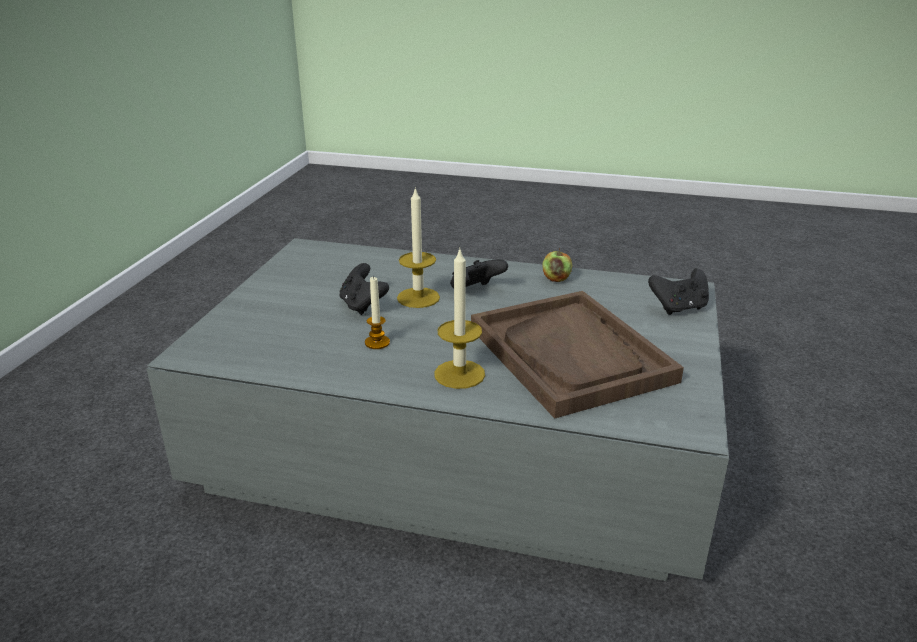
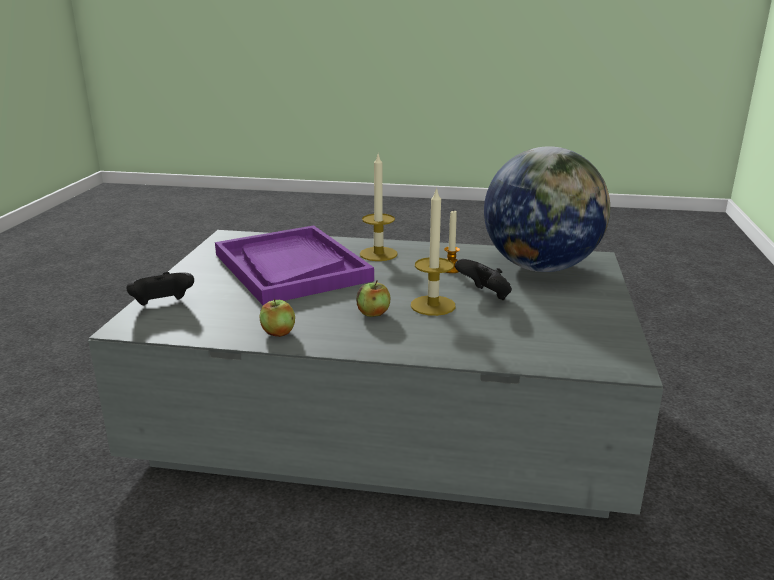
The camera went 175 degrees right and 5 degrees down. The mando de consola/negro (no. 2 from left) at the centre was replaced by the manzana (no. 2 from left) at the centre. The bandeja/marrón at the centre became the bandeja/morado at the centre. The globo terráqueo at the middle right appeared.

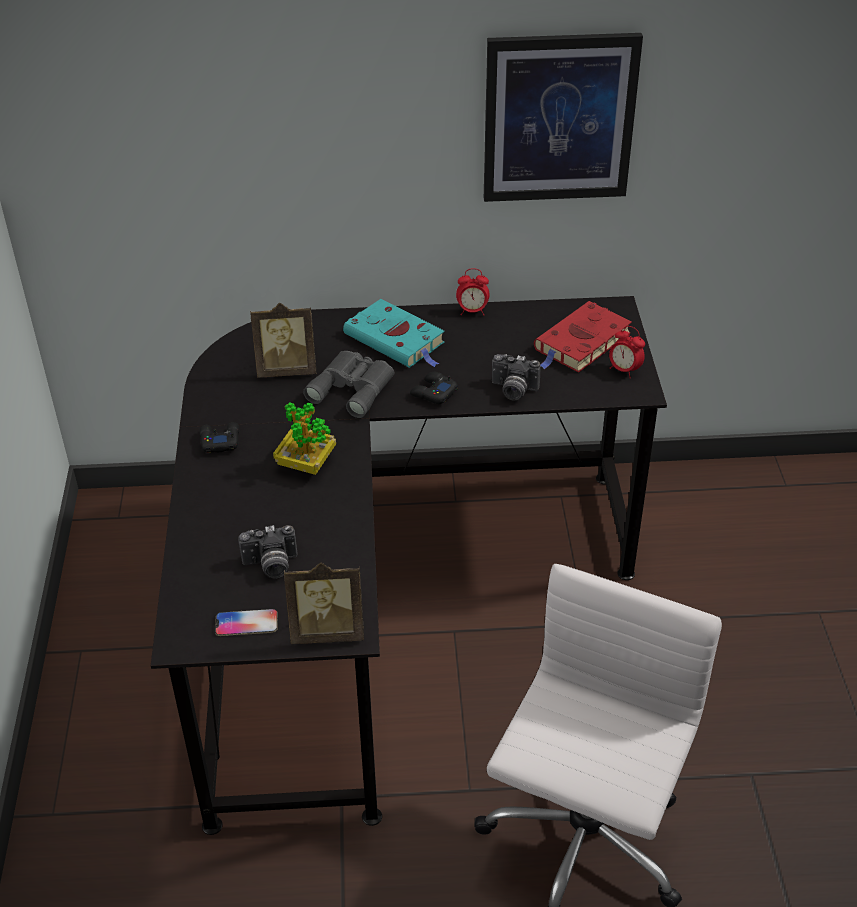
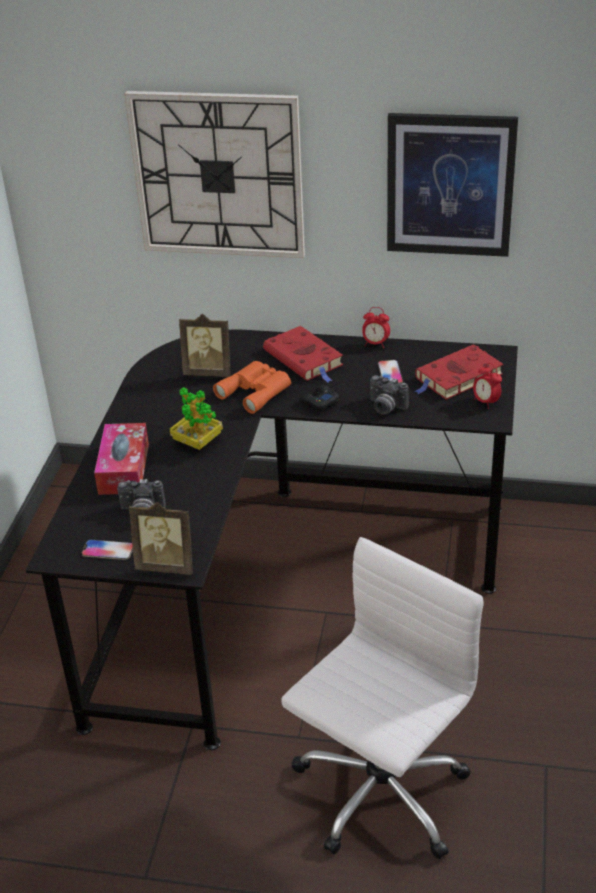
The camera went 15 degrees right and 5 degrees down. The mando de consola/negro (no. 1 from left) at the middle left disappeared. The prismáticos/gris at the centre became the prismáticos/naranja at the centre. The libro/turquesa at the centre became the libro/rojo (no. 1 from left) at the centre. The caja de pañuelos at the middle left appeared. The reloj de pared at the top centre appeared. The móvil (no. 2 from left) at the centre appeared.

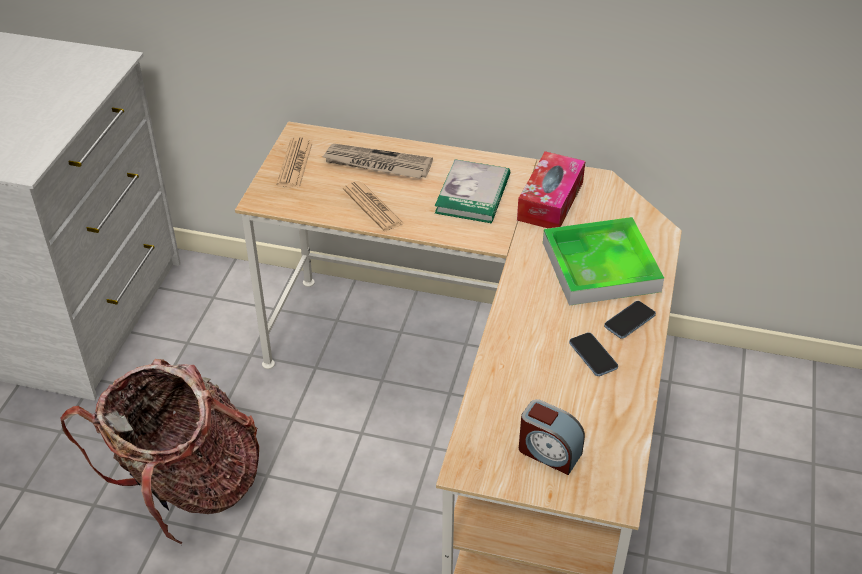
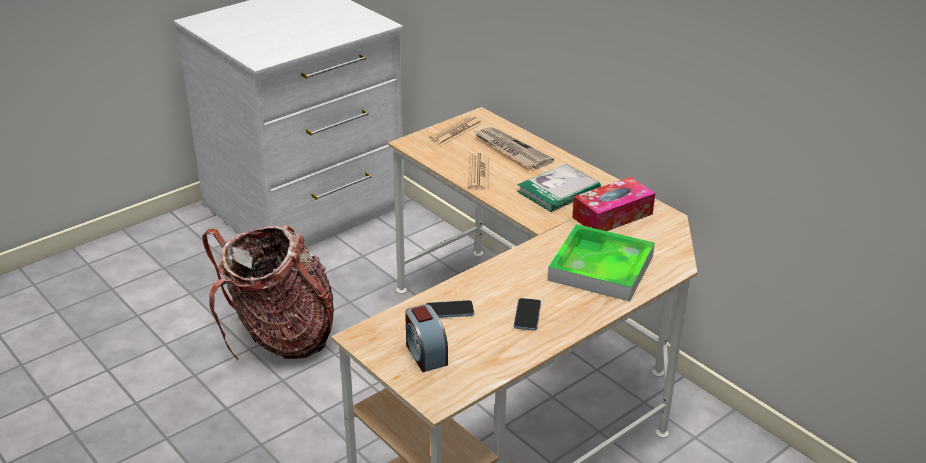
The camera went 35 degrees right and 10 degrees down. The móvil (no. 2 from left in the first image) moved from the middle right to the bottom centre.

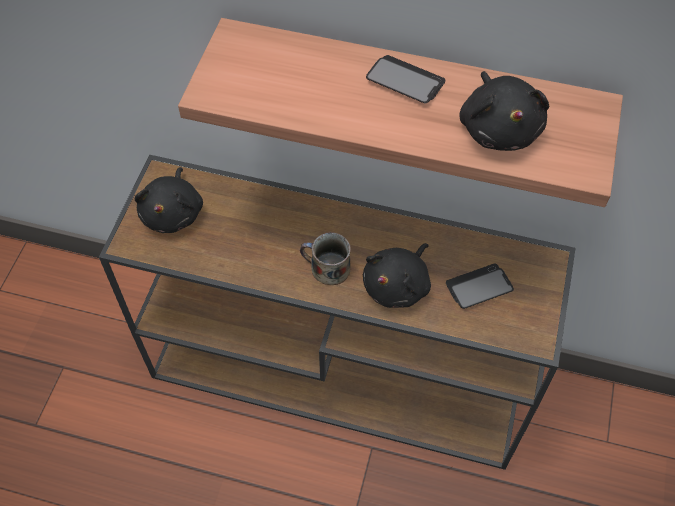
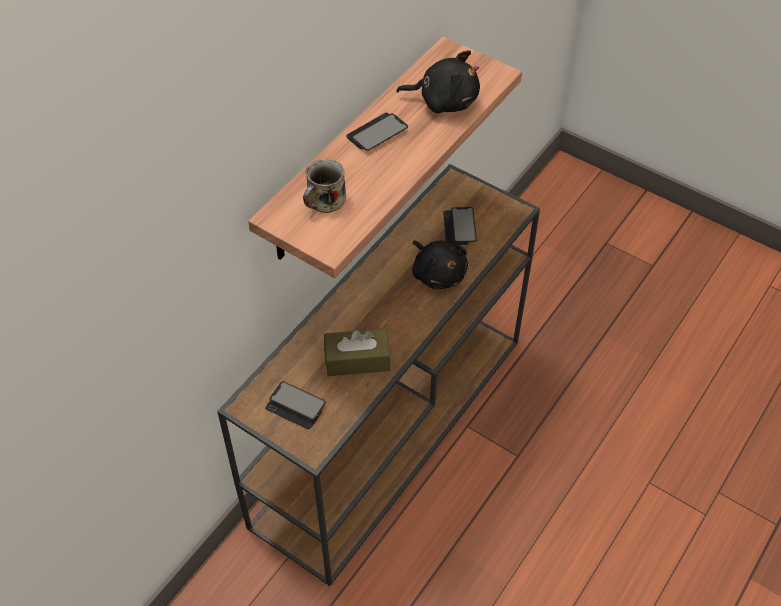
The camera went 70 degrees left and 5 degrees down. The peluche/negro (no. 1 from left) at the middle left was replaced by the móvil (no. 1 from left) at the bottom centre. The taza grande moved from the centre to the top centre. The caja de pañuelos/marrón at the centre appeared.

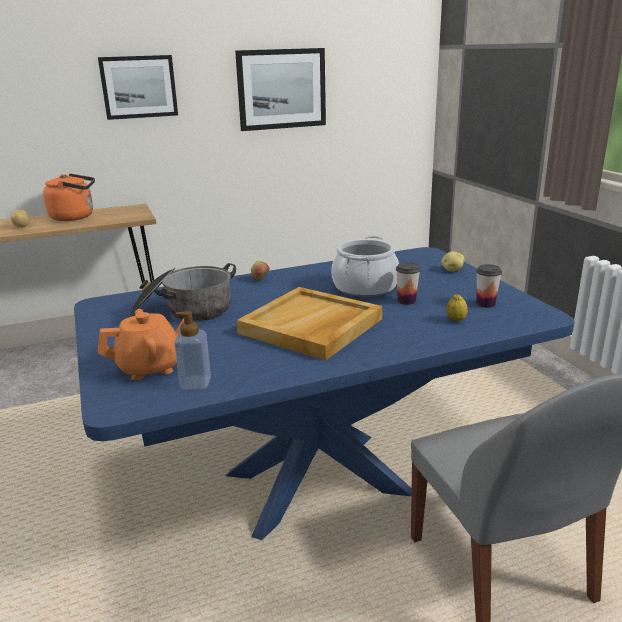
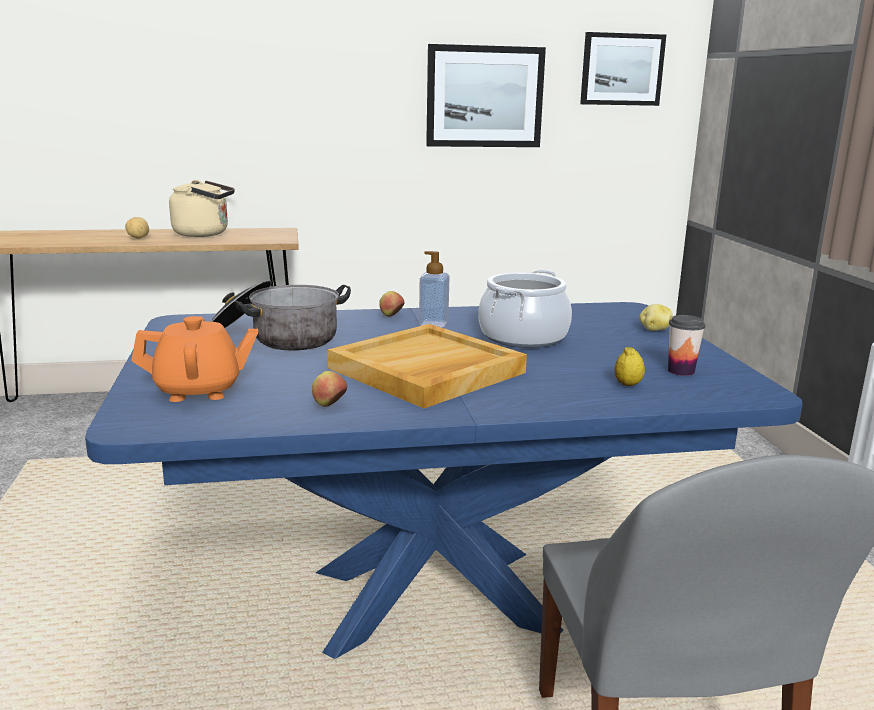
The camera went 10 degrees right and 5 degrees down. The hervidor/naranja at the top left became the hervidor/beis at the top left. The cuadro (no. 1 from left in the first image) moved from the top left to the top right. The dispensador de jabón moved from the middle left to the centre. The taza (no. 1 from left) at the centre disappeared. The manzana (no. 1 from left) at the centre appeared.

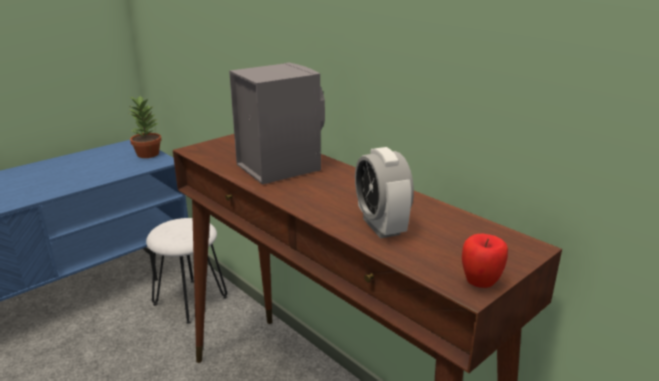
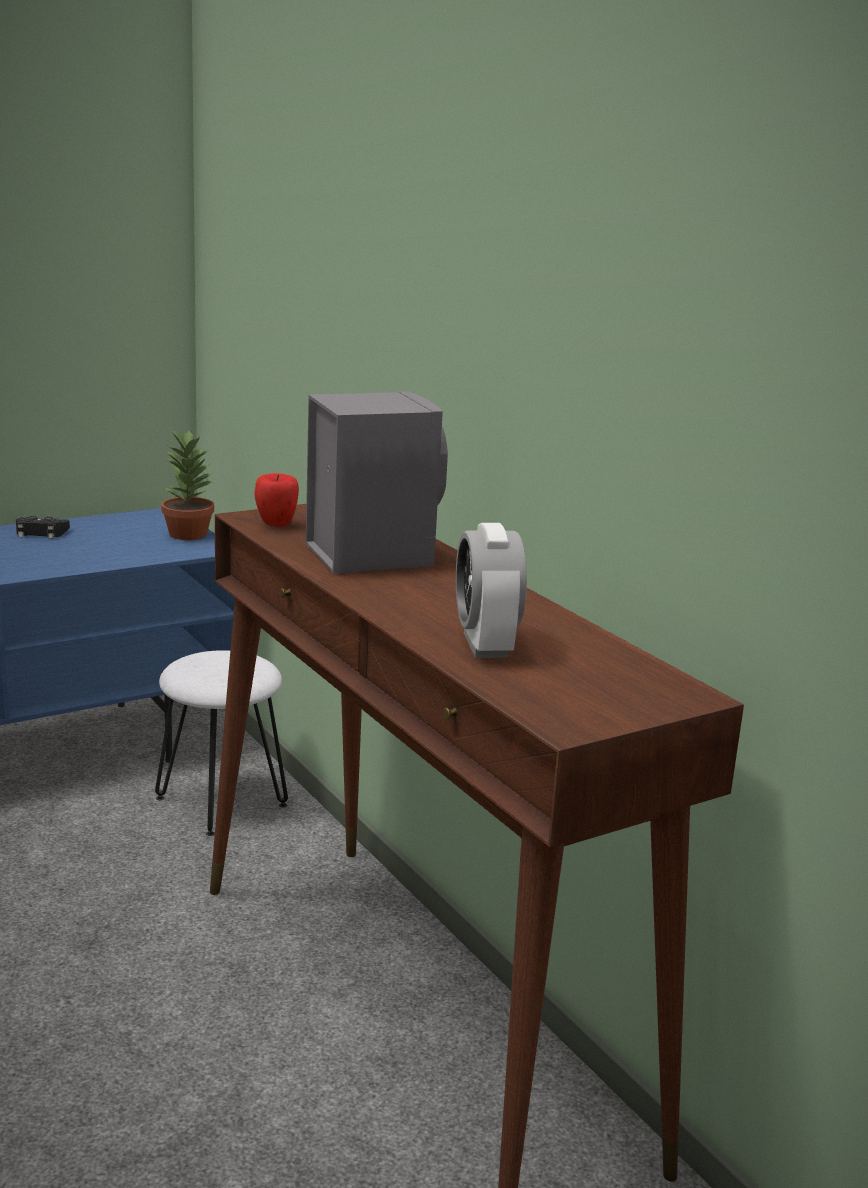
The camera went 10 degrees right and 5 degrees down. The manzana moved from the bottom right to the middle left. The mando de consola/negro at the middle left appeared.

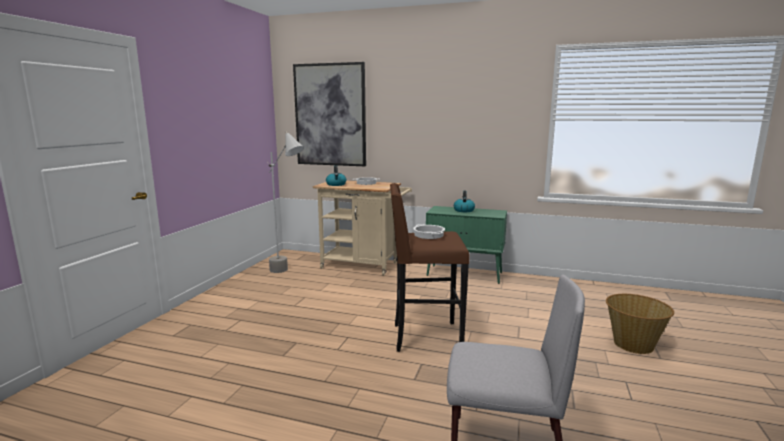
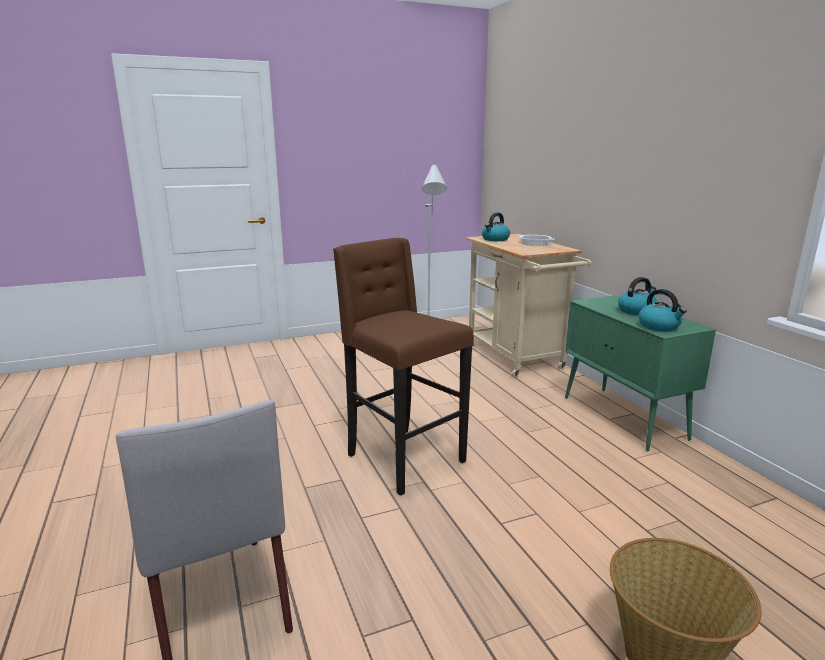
The camera went 50 degrees right and 5 degrees up. The cuadro at the top centre disappeared. The olla (no. 2 from left) at the centre disappeared. The hervidor (no. 3 from left) at the middle right appeared.

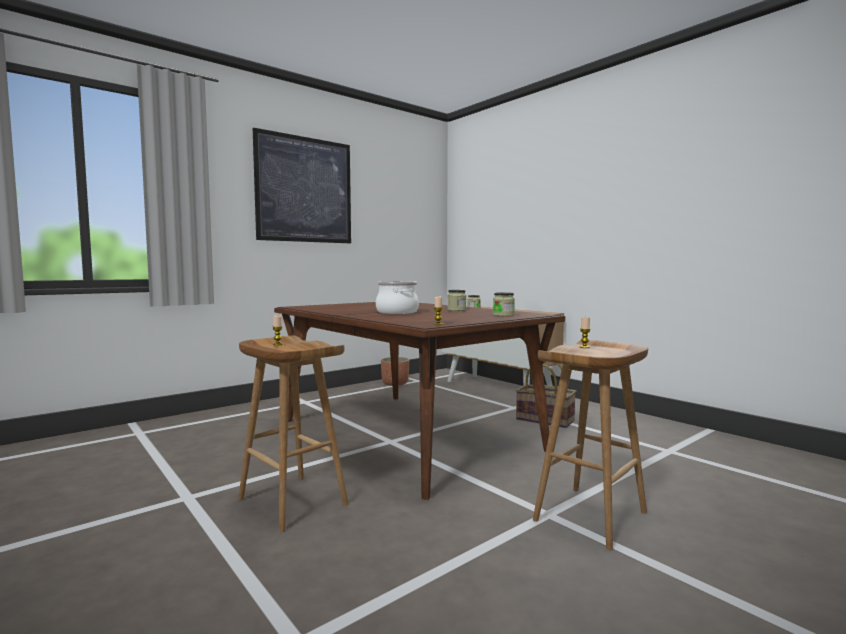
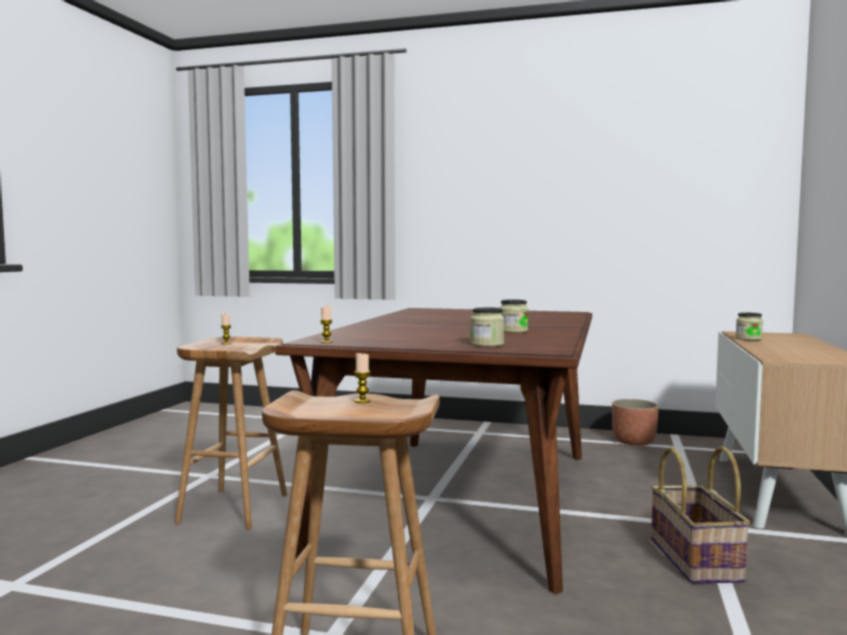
The camera went 55 degrees right and 0 degrees up. The cuadro at the top centre disappeared. The olla at the centre disappeared.

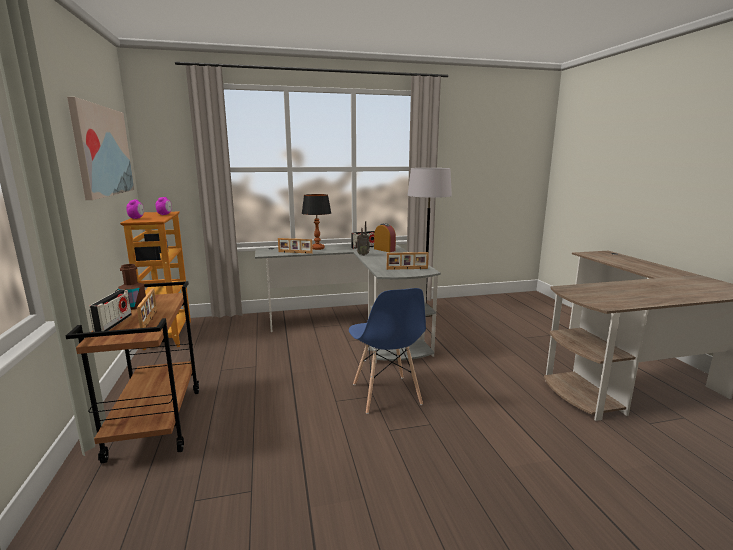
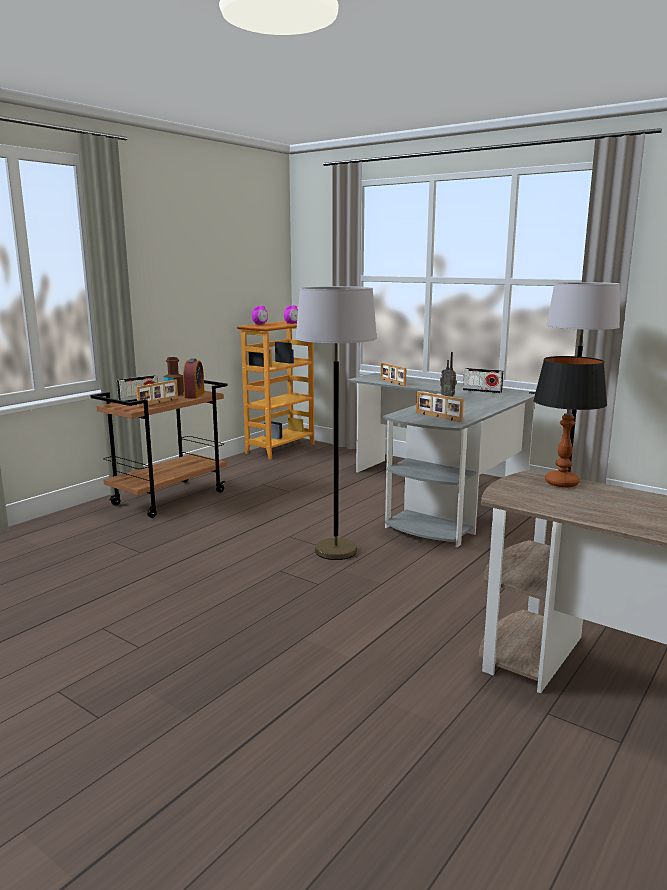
The camera went 50 degrees right and 0 degrees up. The cuadro at the top left disappeared. The lámpara de mesa moved from the centre to the middle right. The silla/azul at the centre was replaced by the lámpara de pie/gris (no. 1 from left) at the centre. The despertador (no. 3 from left in the first image) moved from the centre to the middle left.

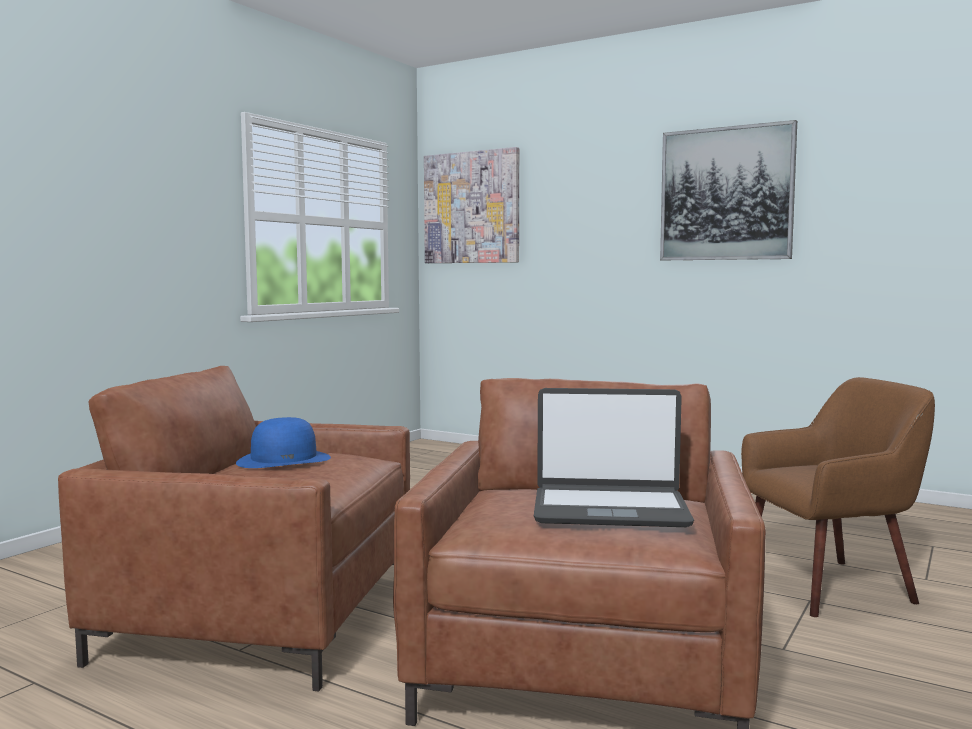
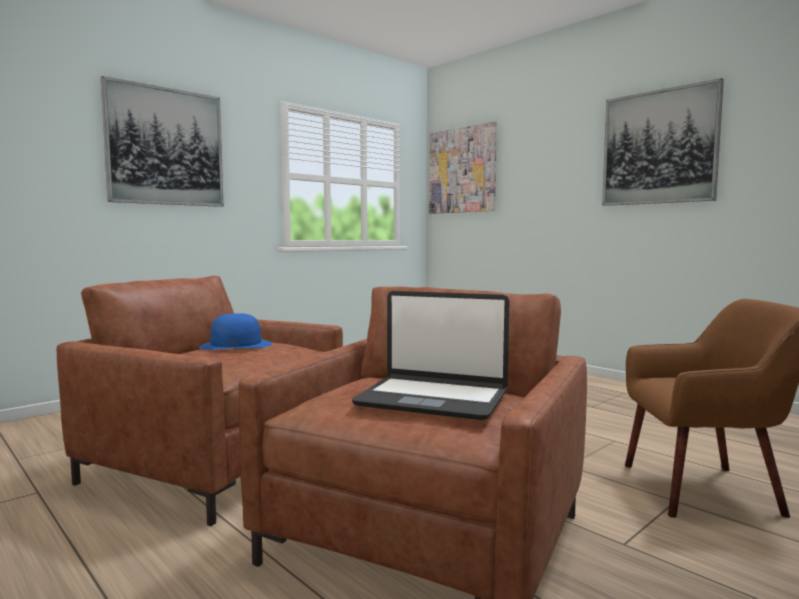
The camera went 15 degrees right and 0 degrees up. The cuadro (no. 1 from left) at the top left appeared.

